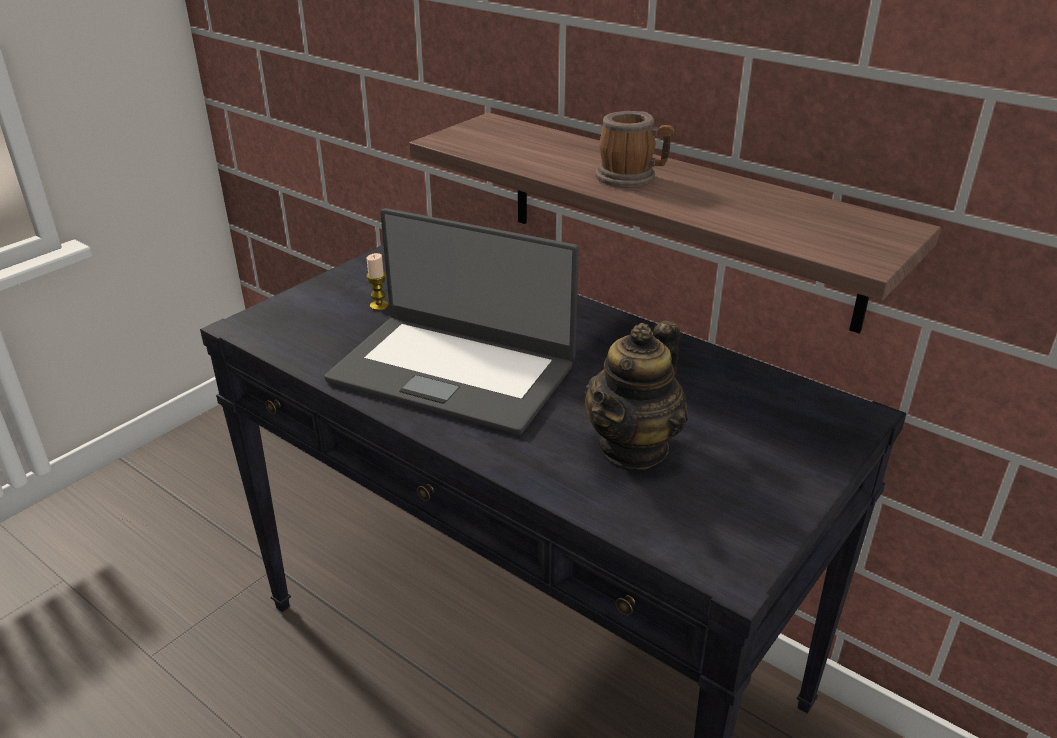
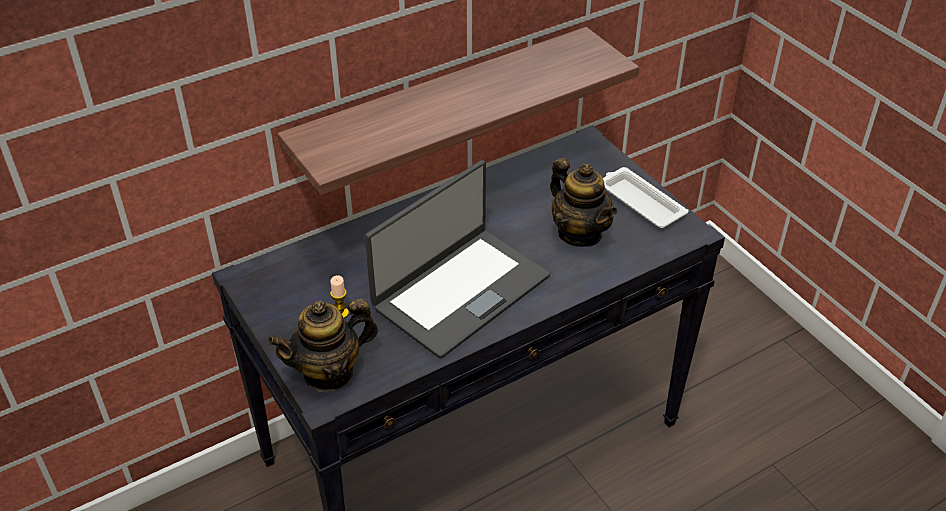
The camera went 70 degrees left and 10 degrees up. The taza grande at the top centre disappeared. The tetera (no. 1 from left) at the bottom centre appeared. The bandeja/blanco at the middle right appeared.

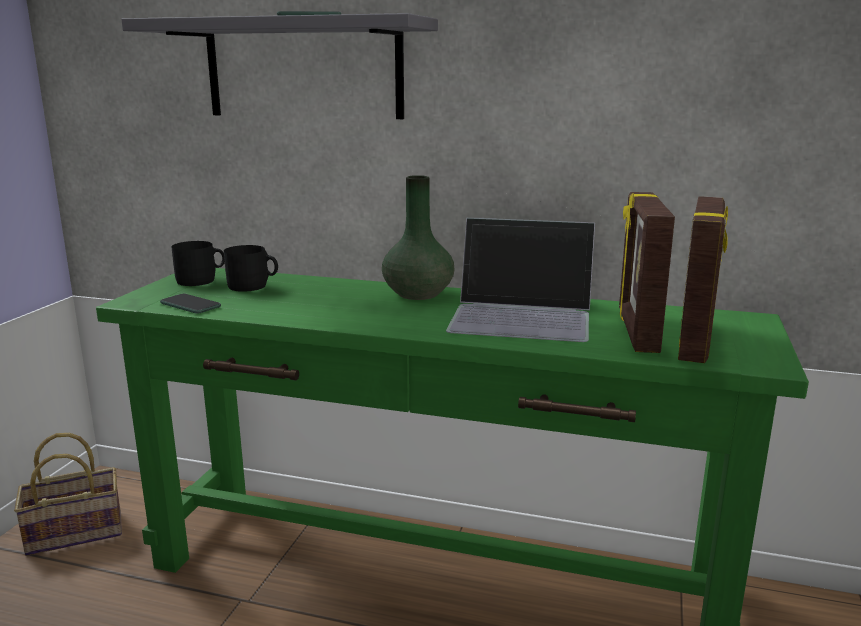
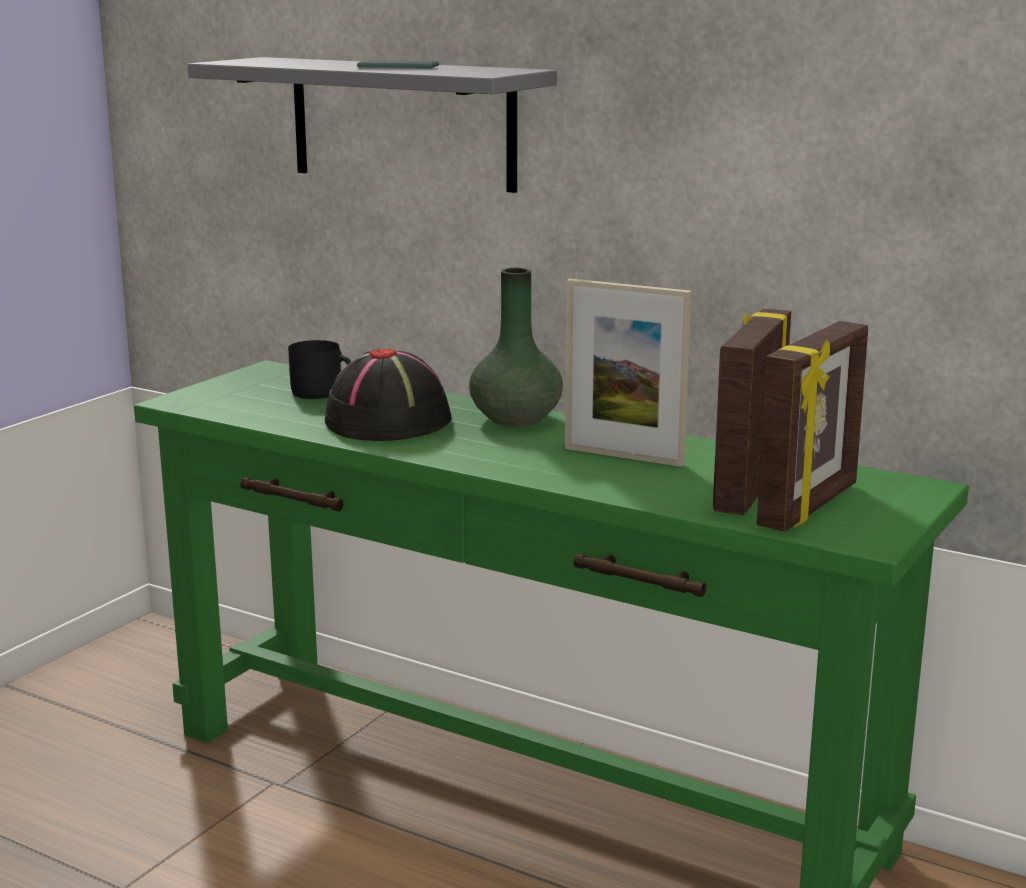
The camera went 15 degrees right and 0 degrees up. The cesta at the bottom left disappeared. The móvil (no. 1 from left) at the middle left disappeared. The taza grande/negro (no. 1 from left) at the middle left disappeared. The portátil at the centre was replaced by the portarretratos (no. 1 from left) at the centre. The sombrero/negro at the centre appeared.

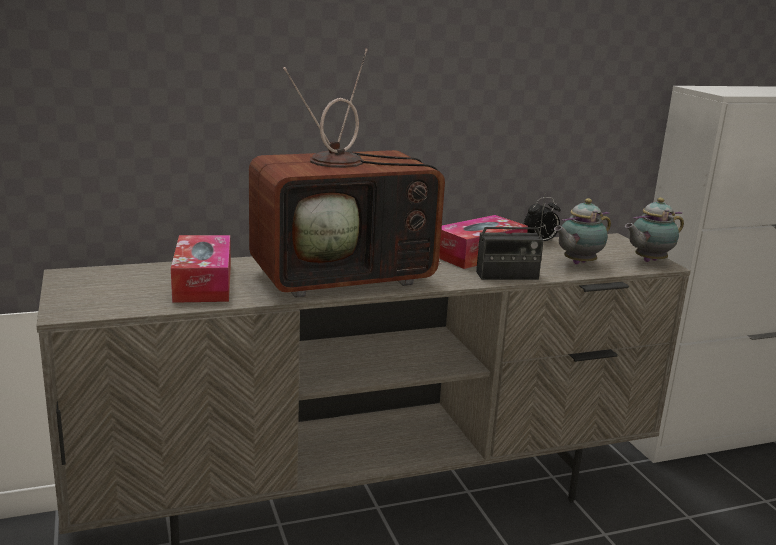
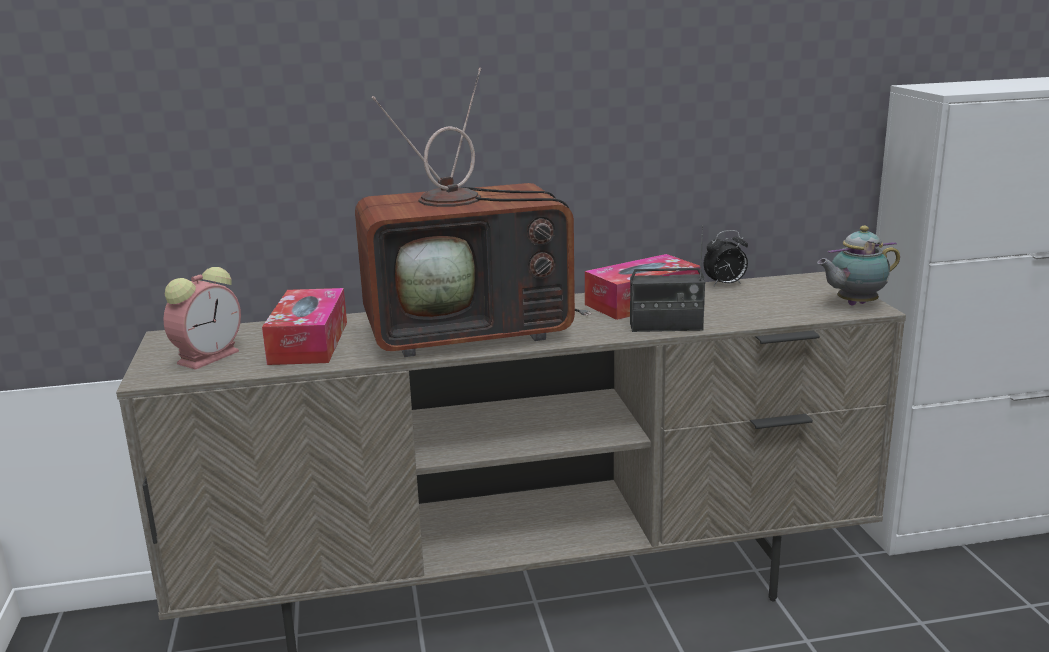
The camera went 10 degrees right and 0 degrees up. The tetera (no. 1 from left) at the middle right disappeared. The despertador (no. 1 from left) at the middle left appeared.

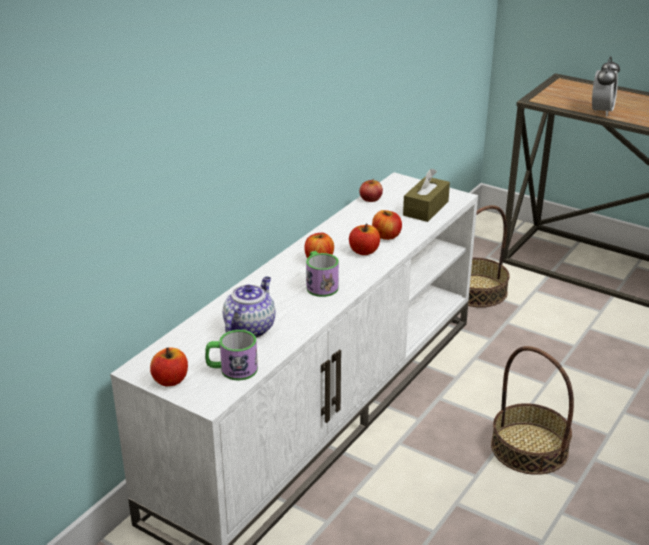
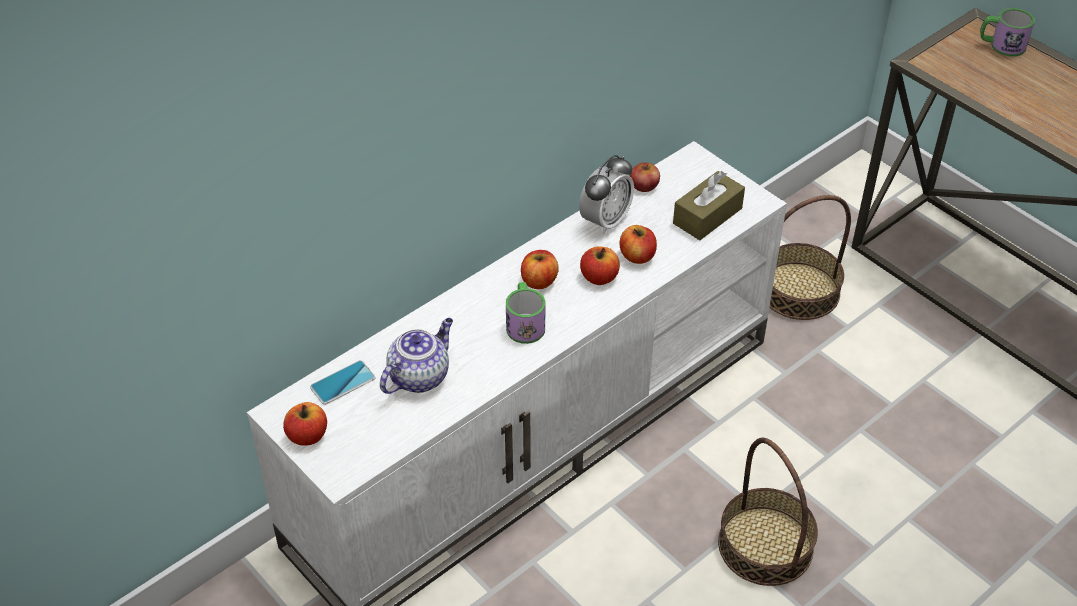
The camera went 15 degrees right and 15 degrees up. The taza grande (no. 1 from left in the first image) moved from the centre to the top right. The despertador moved from the top right to the top centre. The móvil at the middle left appeared.

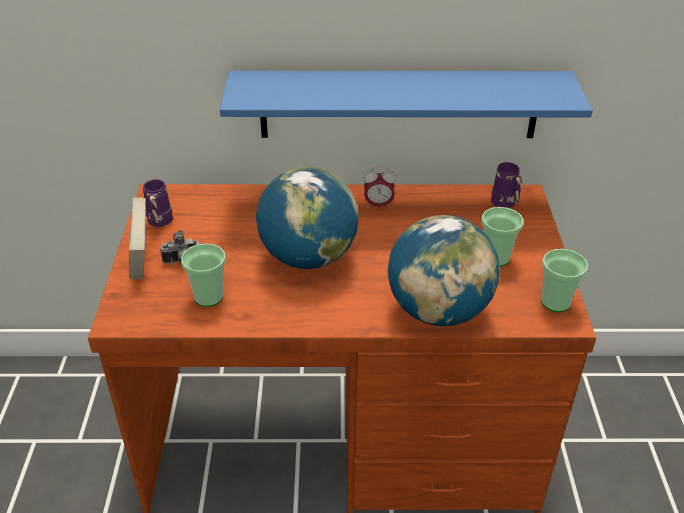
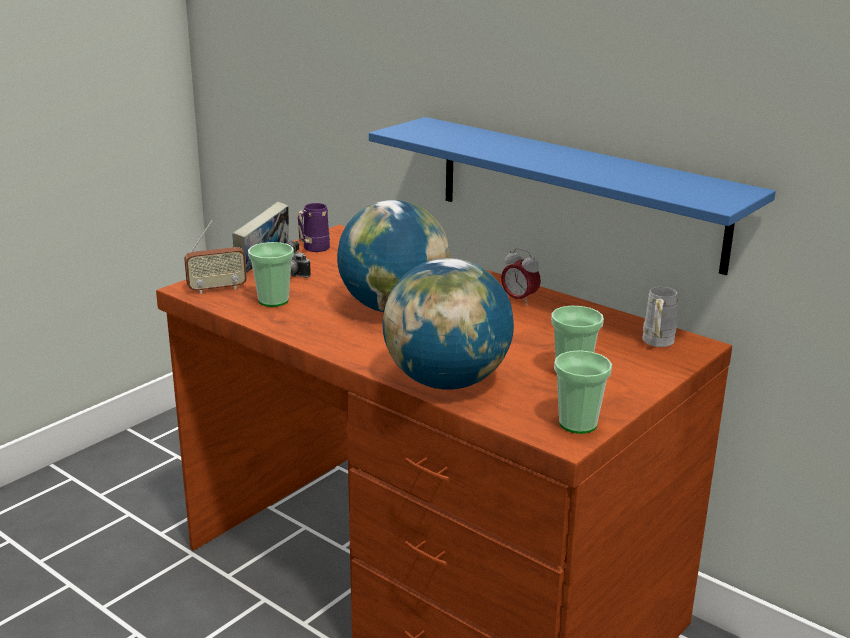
The camera went 40 degrees right and 15 degrees down. The taza grande/morado (no. 2 from left) at the middle right became the taza grande/blanco at the middle right. The radio at the middle left appeared.

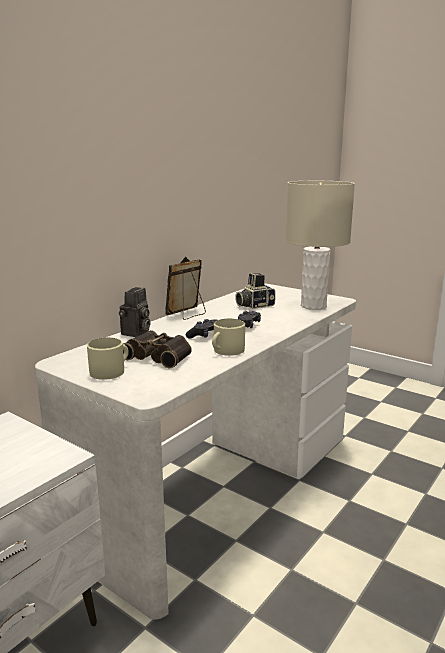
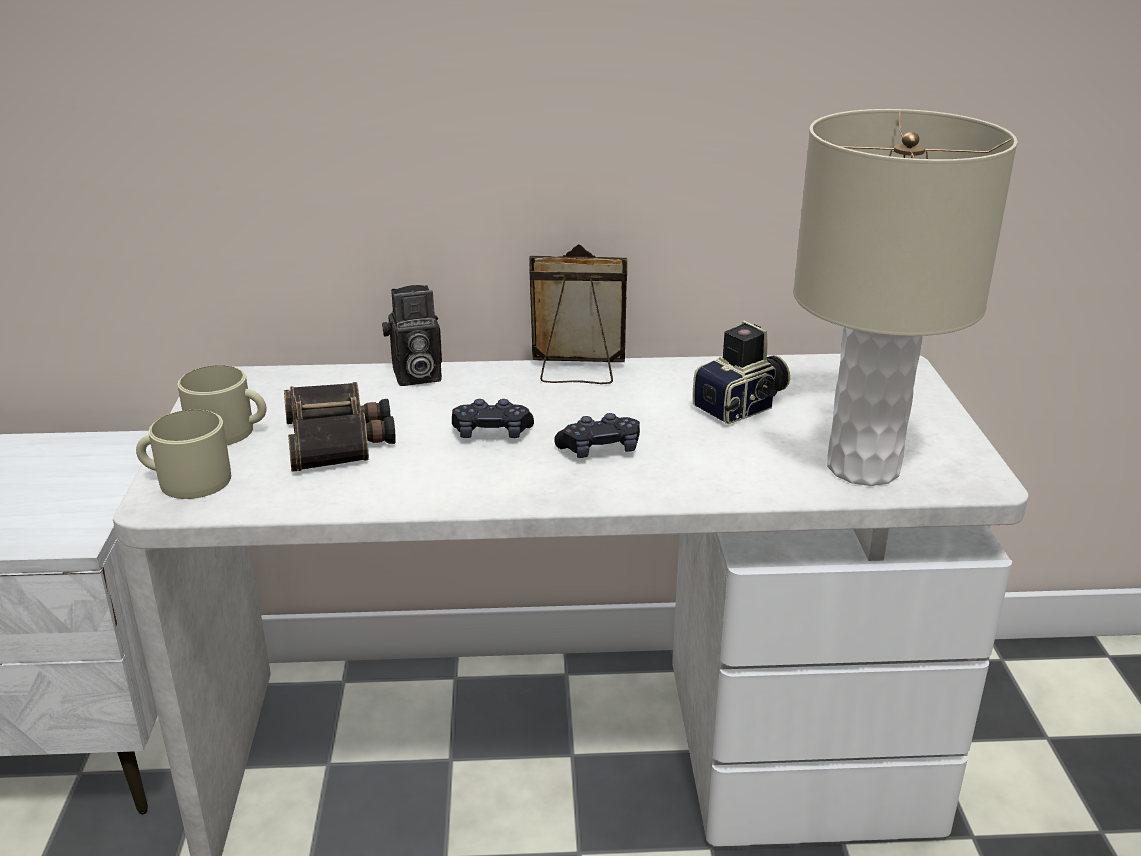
The camera went 50 degrees right and 10 degrees up. The taza grande/beis (no. 2 from left in the first image) moved from the centre to the middle left. The cámara (no. 2 from left) at the centre turned 120 degrees clockwise.

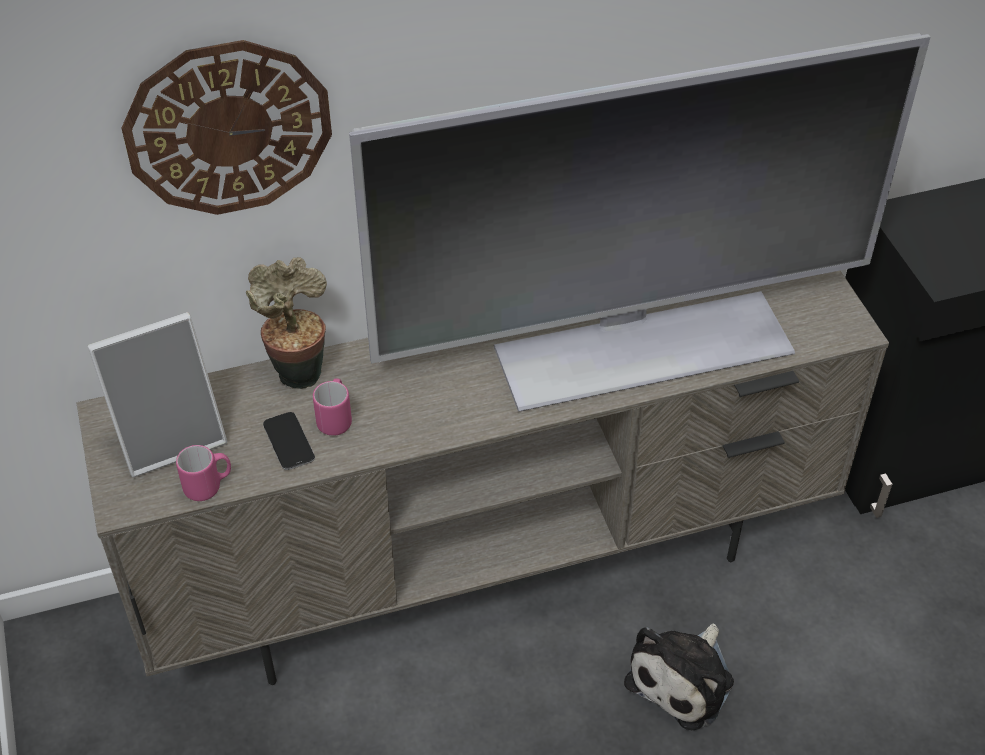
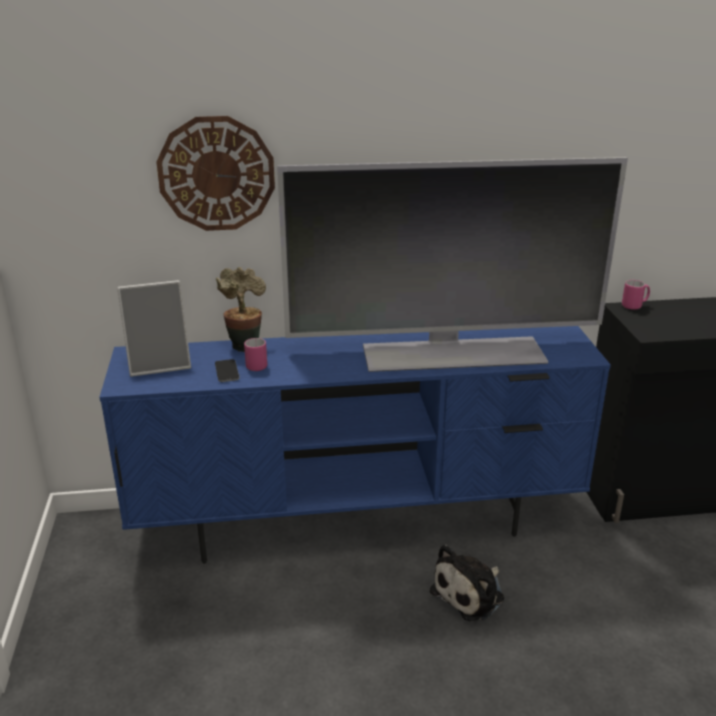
The camera went 10 degrees right and 20 degrees down. The mueble de televisión/beis at the centre became the mueble de televisión/azul at the centre. The taza grande/rosa (no. 1 from left in the first image) moved from the middle left to the middle right.

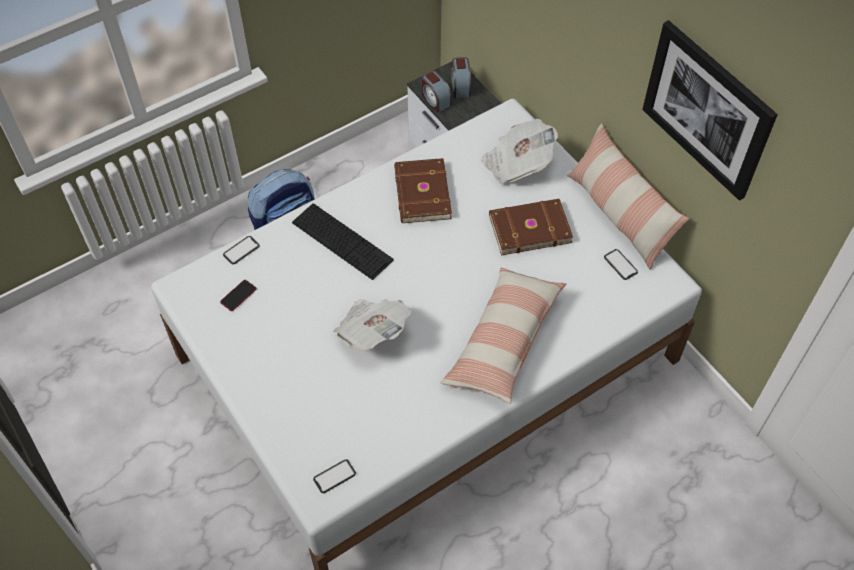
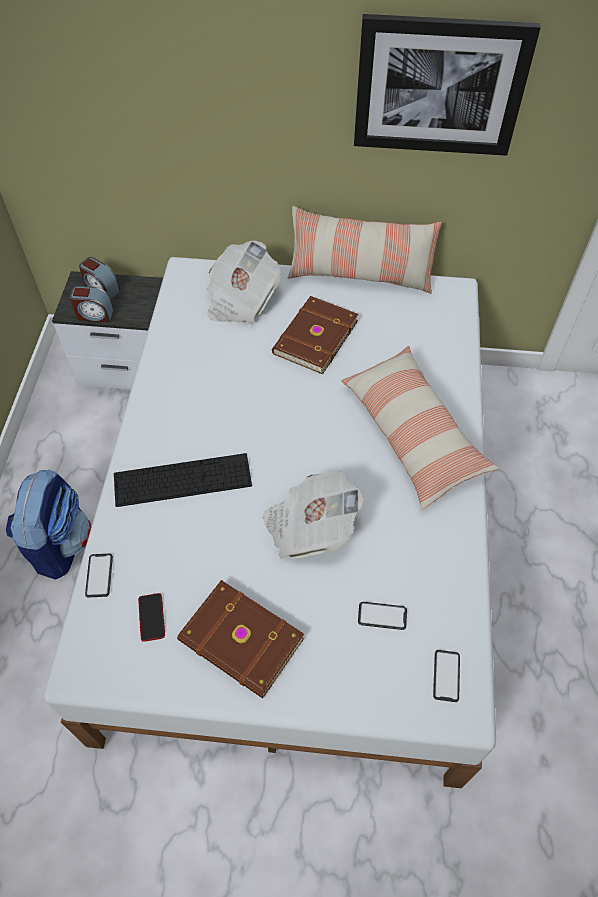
The camera went 50 degrees left and 0 degrees up. The libro/marrón (no. 1 from left) moved from the centre to the bottom centre. The móvil (no. 4 from left in the first image) moved from the middle right to the bottom centre.

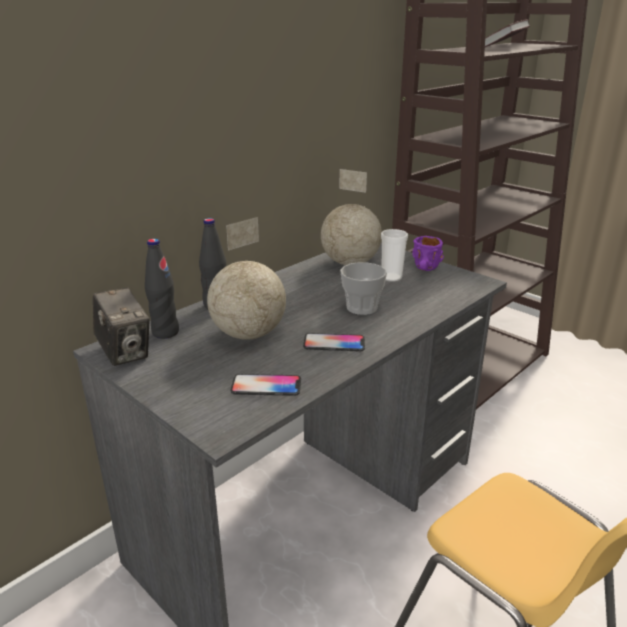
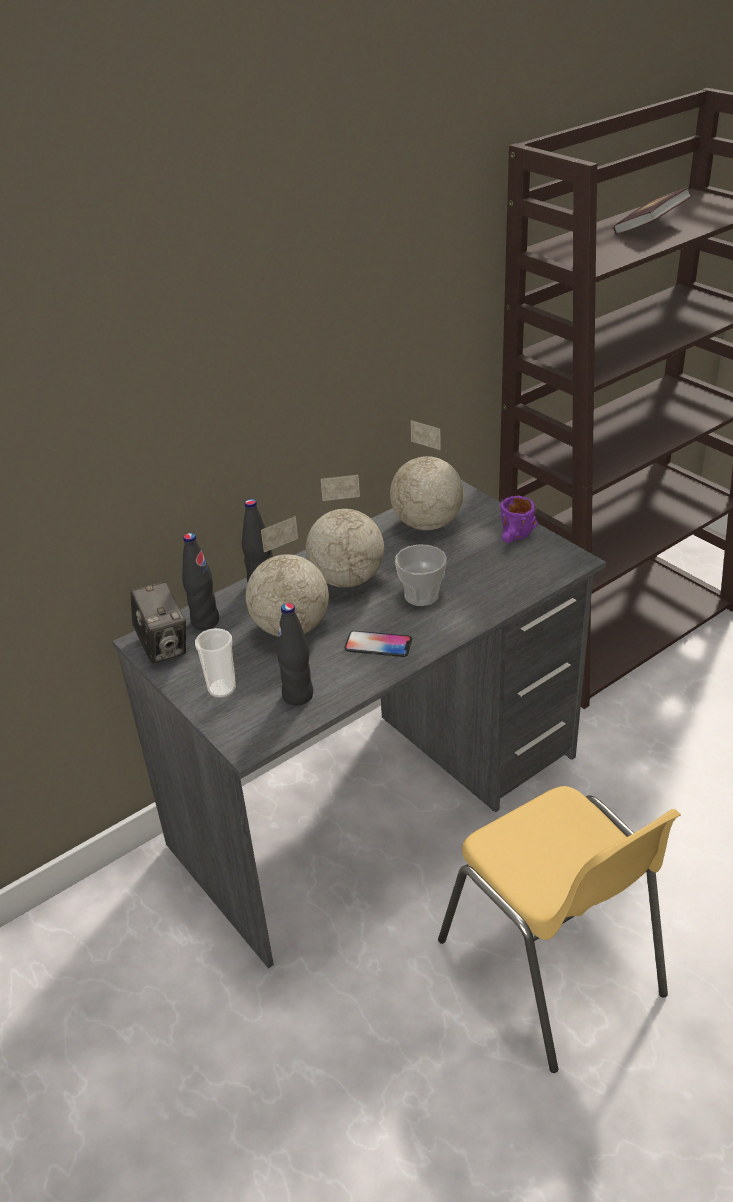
The camera went 10 degrees right and 10 degrees up. The móvil (no. 1 from left) at the centre was replaced by the botella/negro (no. 3 from left) at the centre. The taza (no. 2 from left in the first image) moved from the centre to the middle left. The globo terráqueo (no. 2 from left) at the centre appeared.

